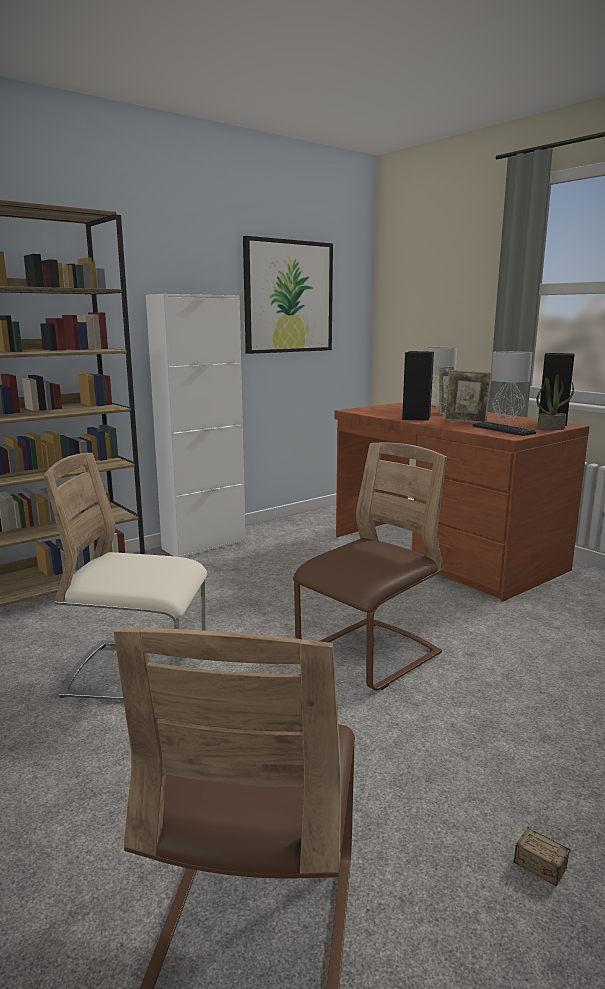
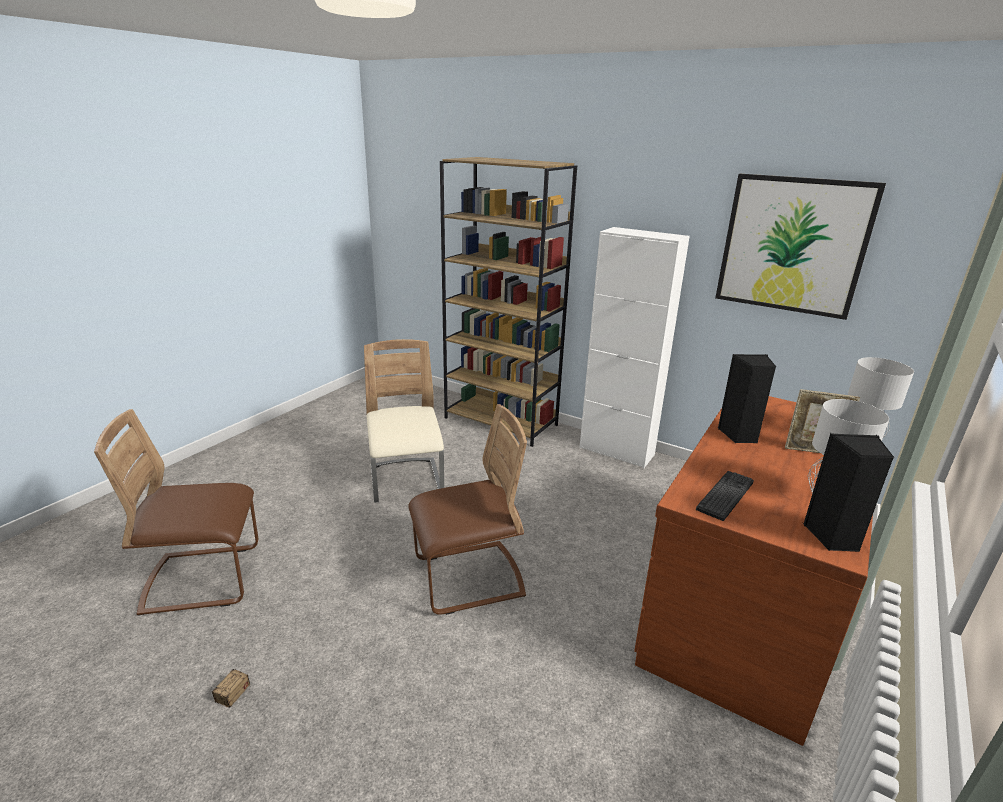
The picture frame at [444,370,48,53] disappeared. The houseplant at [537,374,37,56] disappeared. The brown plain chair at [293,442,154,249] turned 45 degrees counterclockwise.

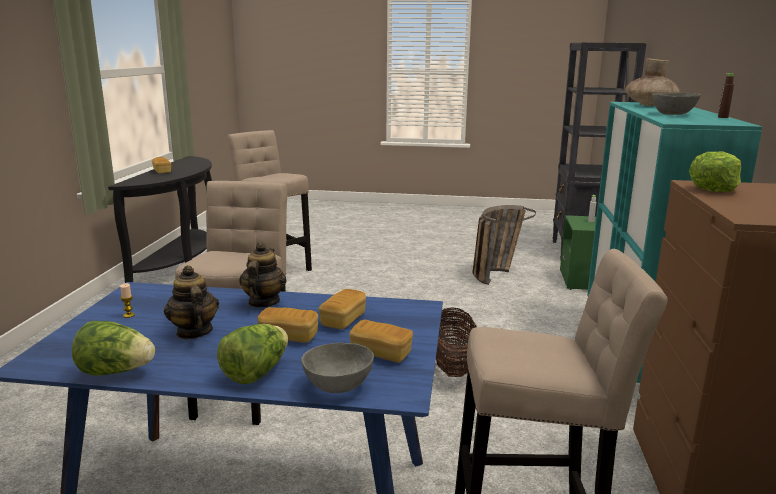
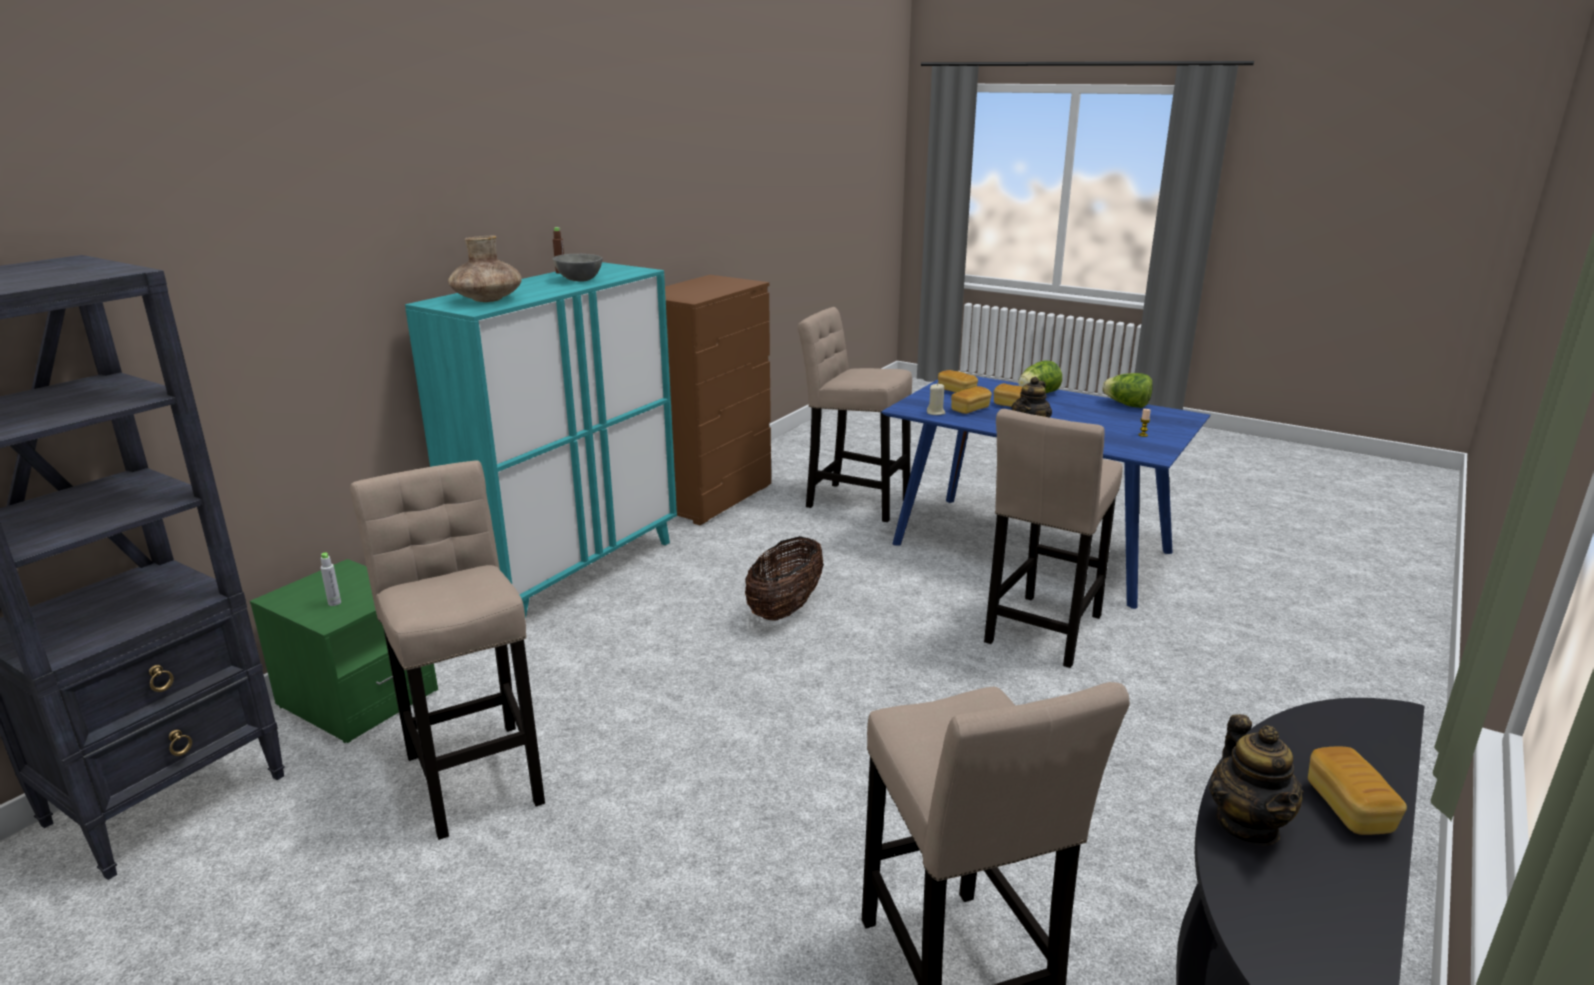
The grey bowl at [301,343,73,50] disappeared. The lettuce at [689,152,52,40] disappeared. The sand-coloured candle at [927,383,19,32] appeared. The teapot moved from [164,265,55,74] to [1209,714,94,132]. The storage basket at [472,205,64,80] was replaced by the sand-coloured sitting stool at [350,460,195,380].

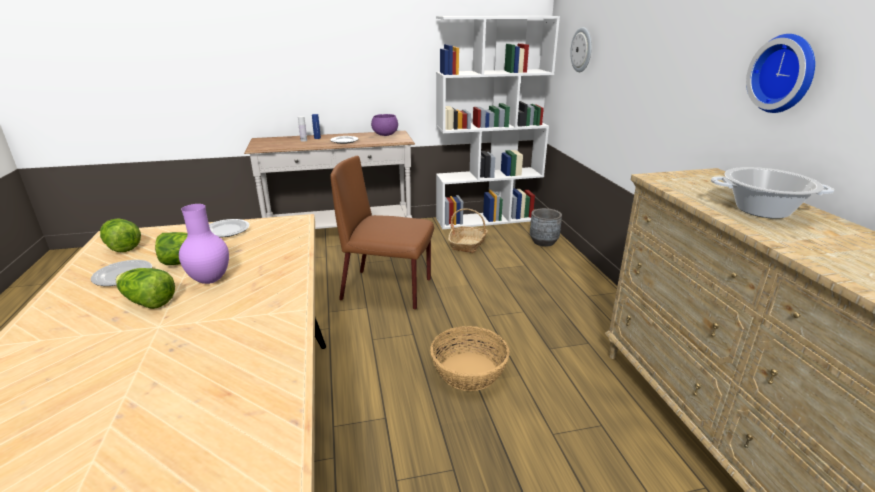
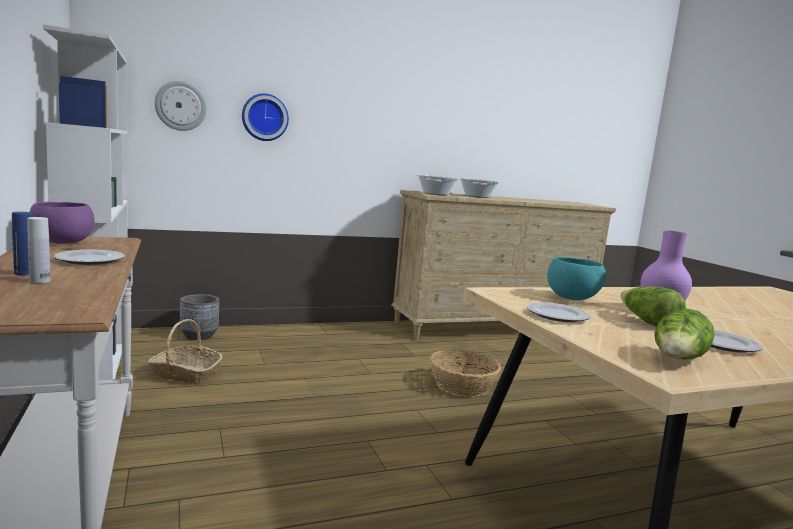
The lettuce at [116,268,59,41] disappeared. The brown plain chair at [330,156,104,154] disappeared. The saucepot at [416,174,43,21] appeared. The blue-green bowl at [547,257,59,43] appeared. The clock on the wall moved from [746,34,69,79] to [242,93,47,48].

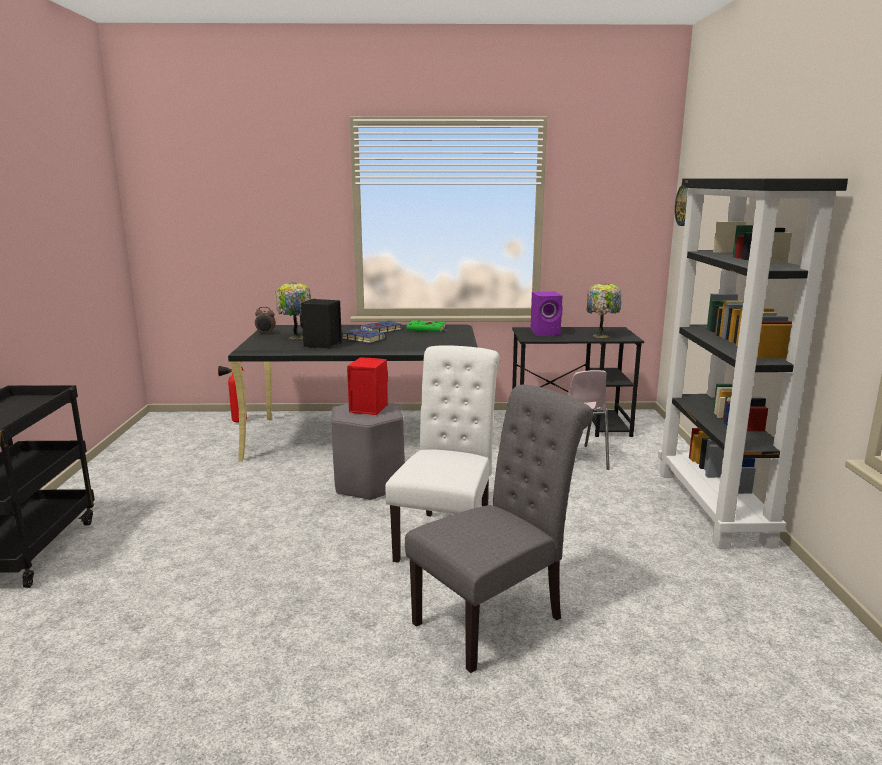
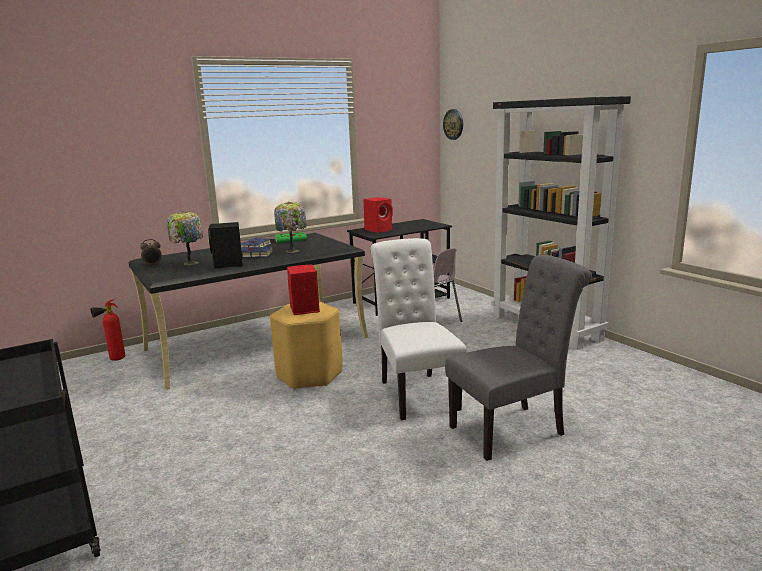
The tabletop lamp moved from [586,282,35,56] to [274,202,33,51]. The grey sitting stool at [331,403,74,97] became the yellow sitting stool at [270,302,72,87]. The purplish speaker at [530,291,33,45] became the red speaker at [363,197,30,36]. The grey plain chair at [405,385,188,288] turned 45 degrees clockwise.

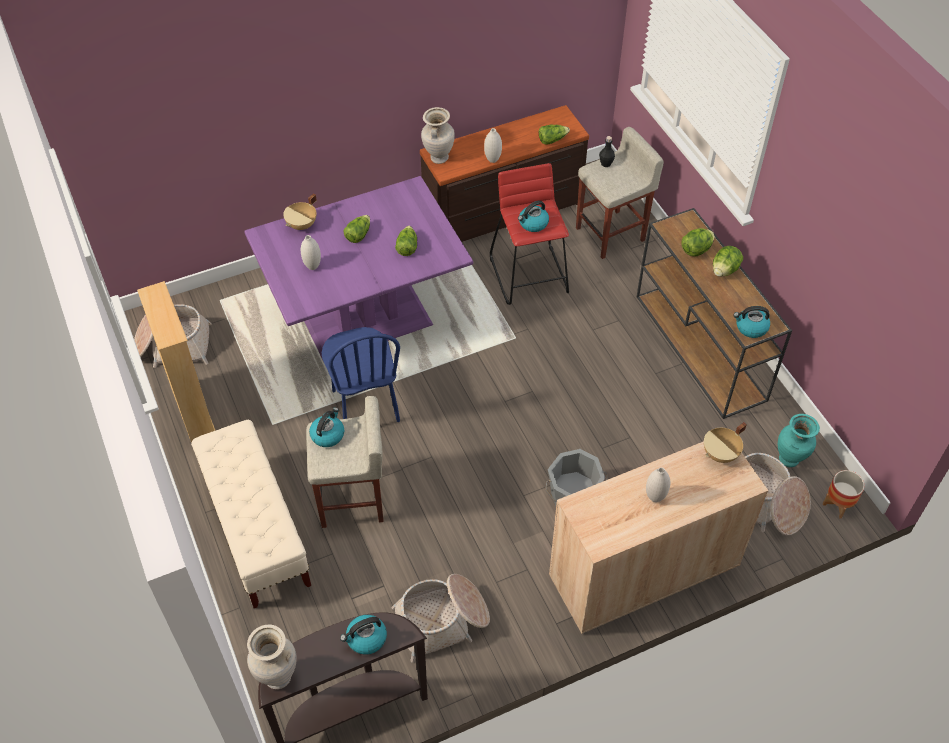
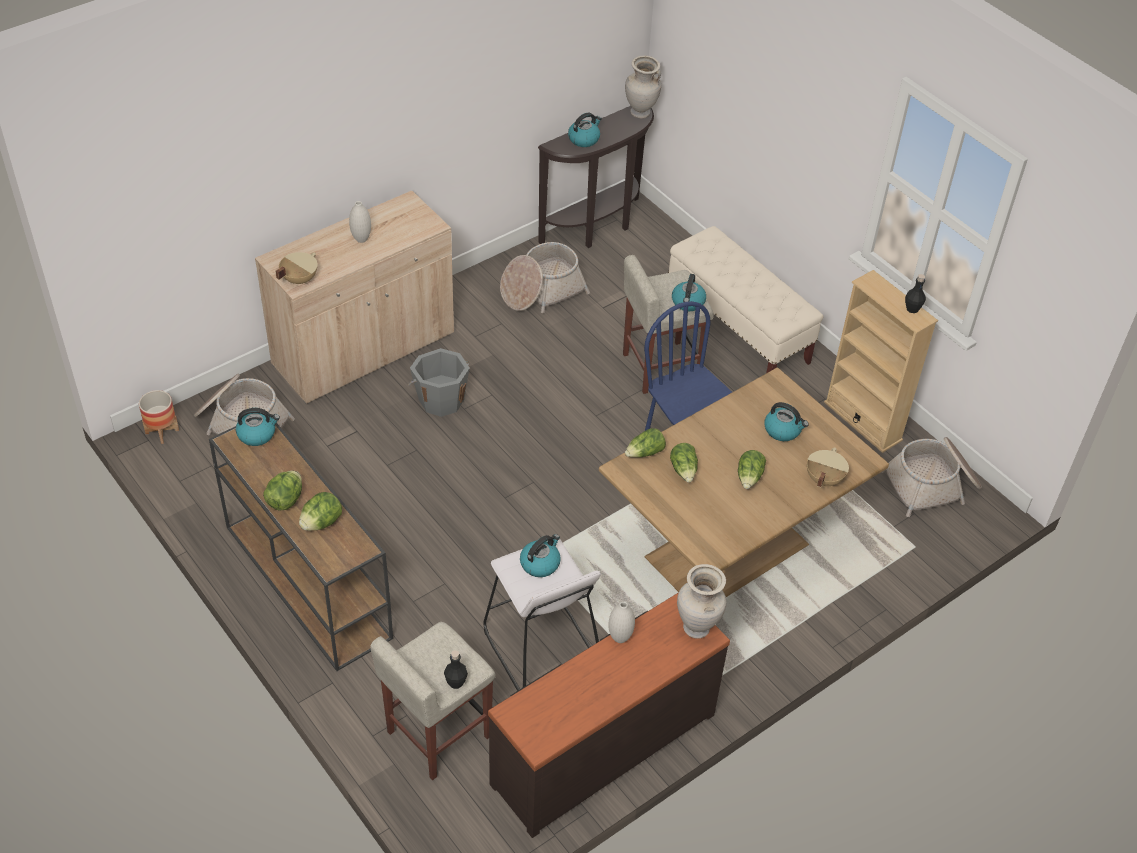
The blue-green vase at [778,414,42,53] disappeared. The blackish beverage bottle at [905,274,21,39] appeared. The lettuce moved from [539,125,31,20] to [625,428,41,29]. The whitish vase at [301,235,20,35] was replaced by the water kettle at [764,402,45,39]. The purplish dining table at [244,176,229,184] became the brown dining table at [599,368,290,229]. The red sitting stool at [490,163,79,142] became the whitish sitting stool at [483,539,118,152].

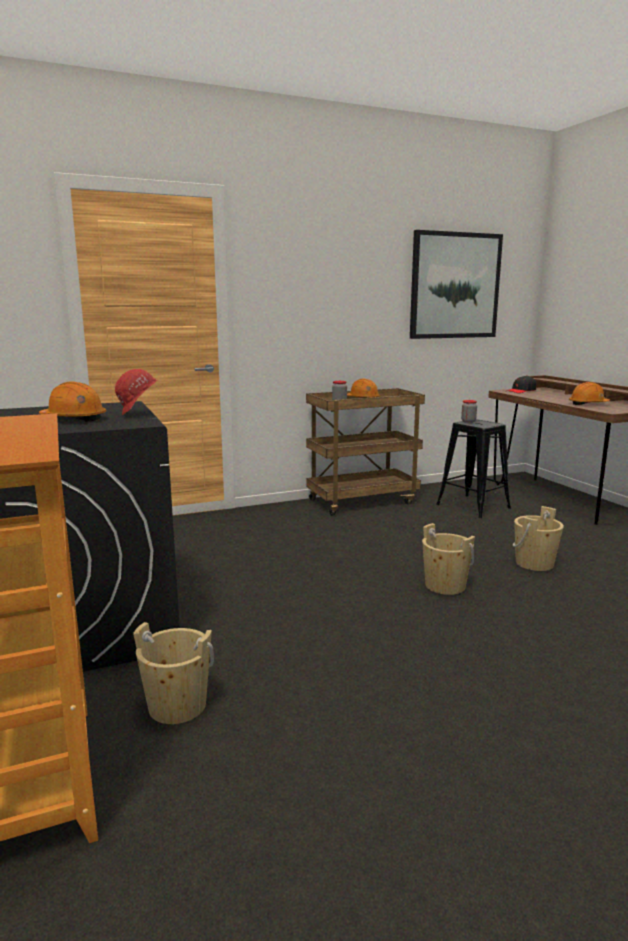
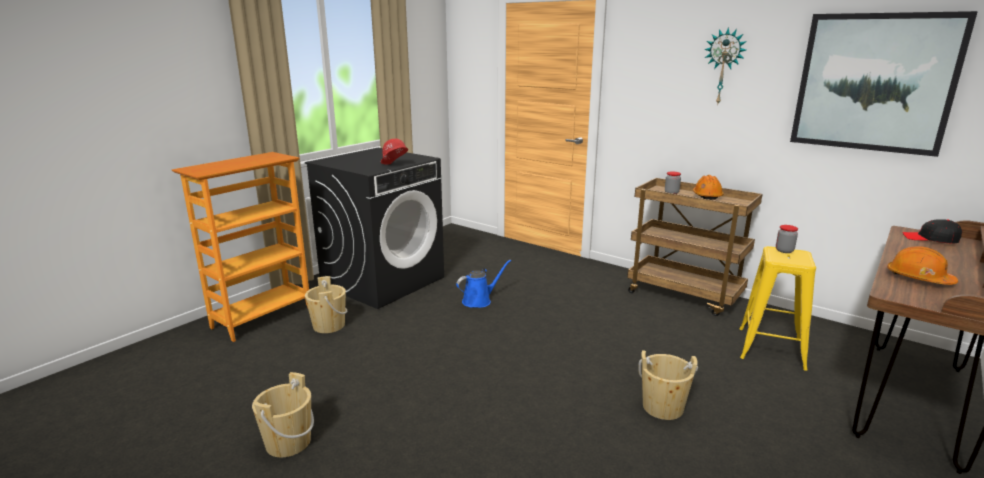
The orange safety helmet at [39,381,67,41] disappeared. The blue watering pot at [456,260,55,48] appeared. The clock on the wall at [704,27,43,76] appeared. The sand-coloured bucket moved from [422,523,53,72] to [252,372,62,85]. The blackish sitting stool at [436,419,75,99] became the yellow sitting stool at [739,246,77,125].

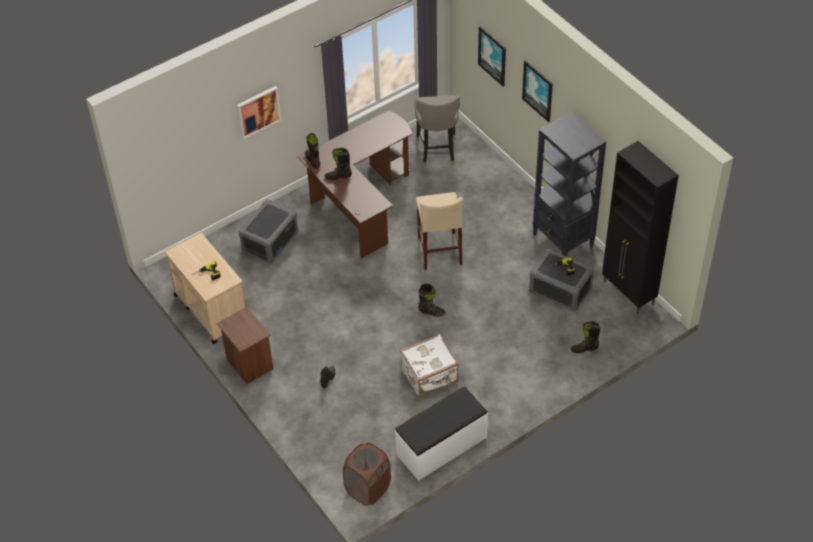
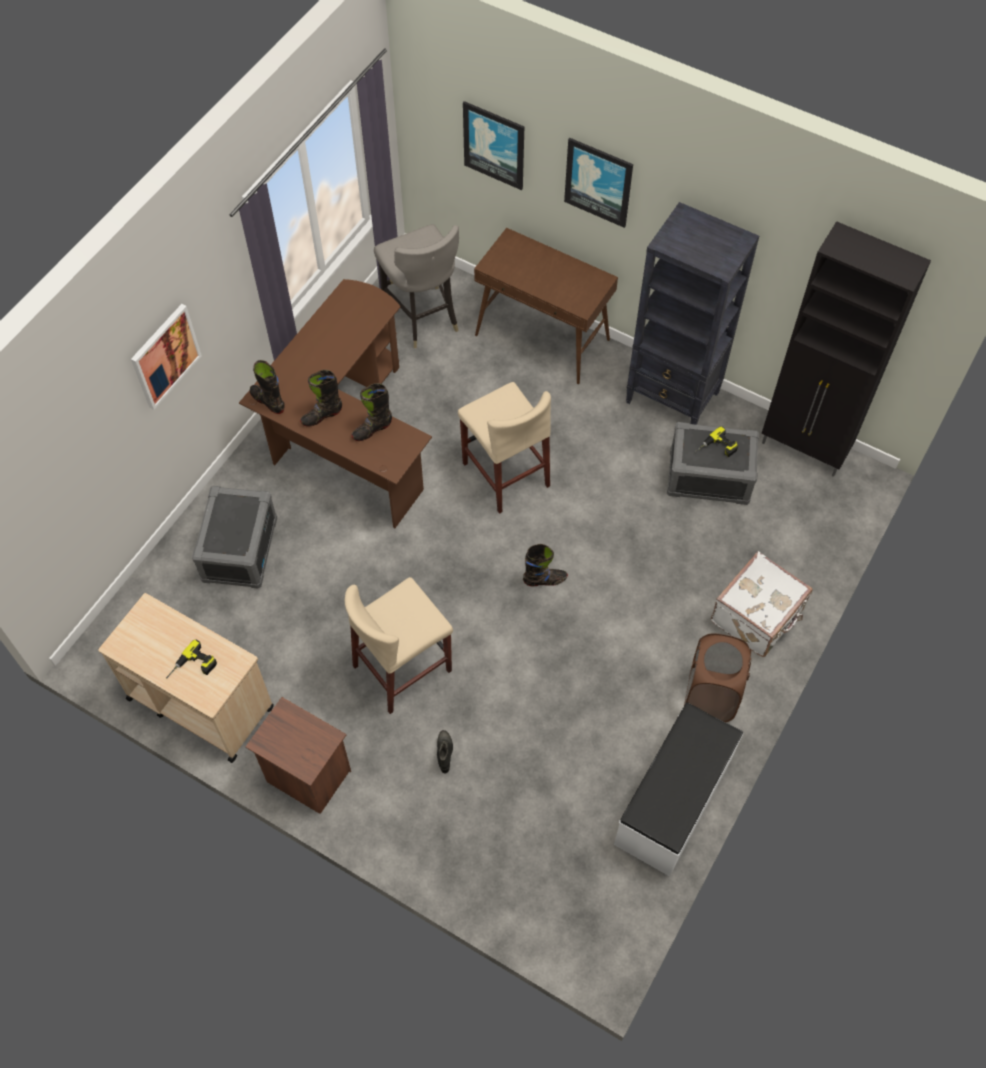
The sand-coloured sitting stool at [345,577,108,137] appeared. The brown narrow table at [474,228,144,156] appeared. The brown laundry basket moved from [343,443,48,63] to [684,633,67,89]. The whitish suitcase moved from [400,334,59,63] to [711,551,102,106]. The blackish boot moved from [571,321,29,32] to [351,383,41,58].

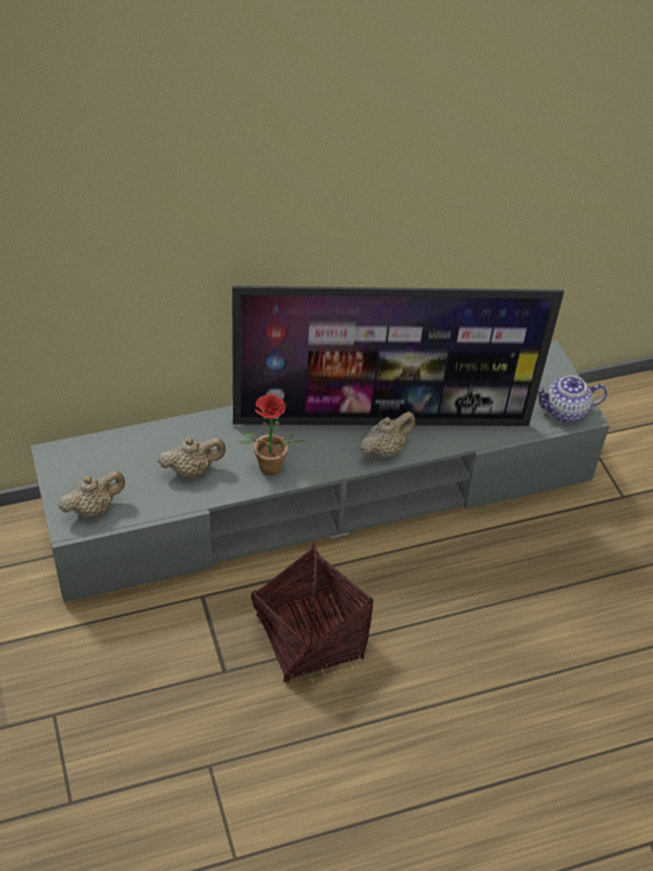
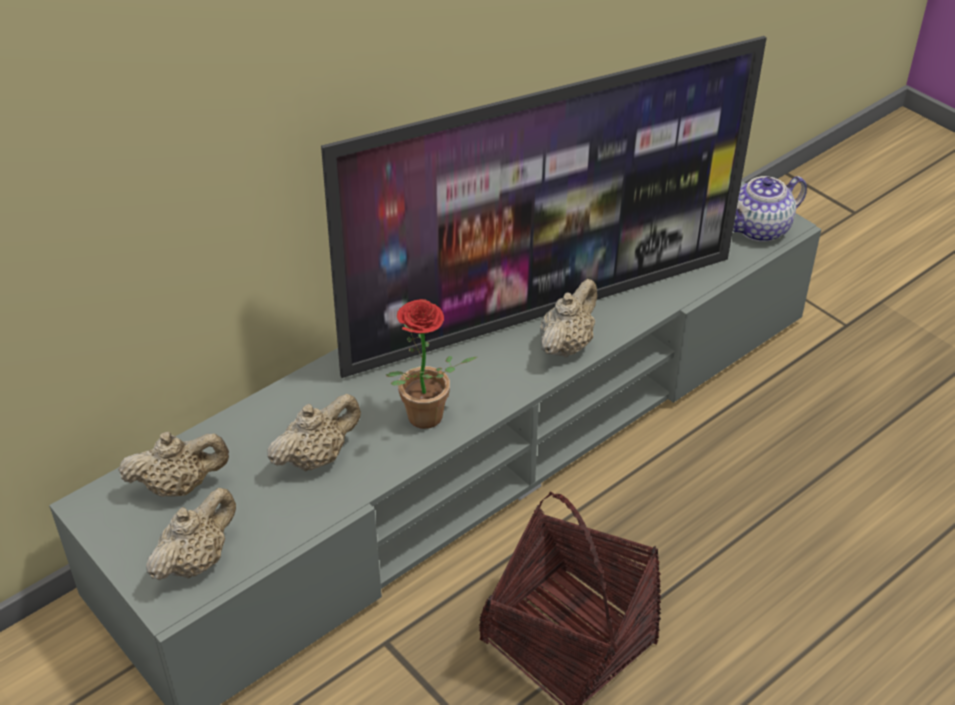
The sand-coloured teapot at [118,431,111,66] appeared.

